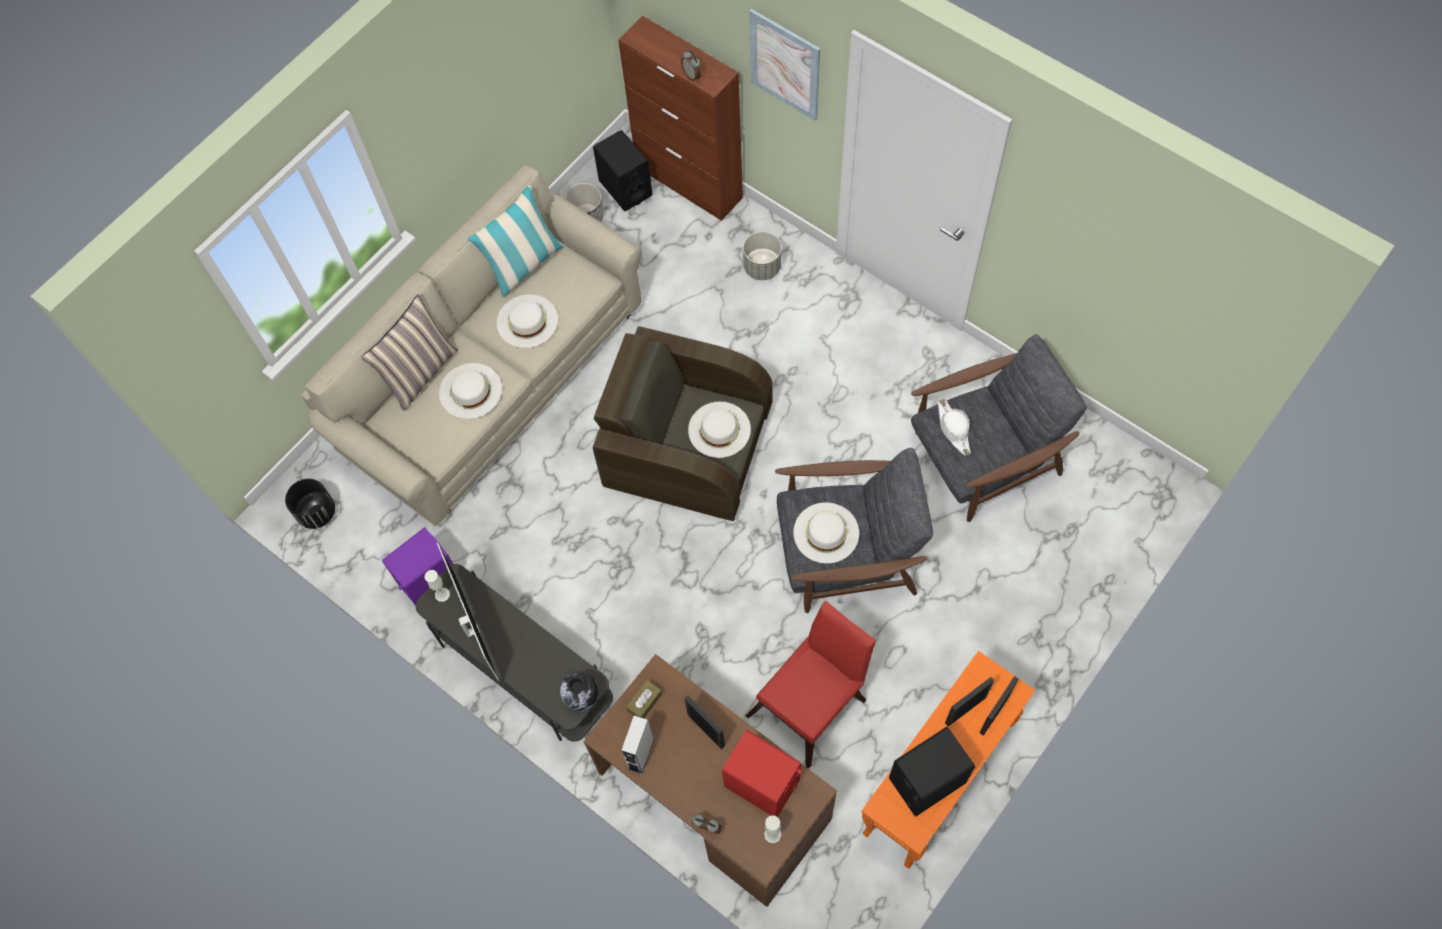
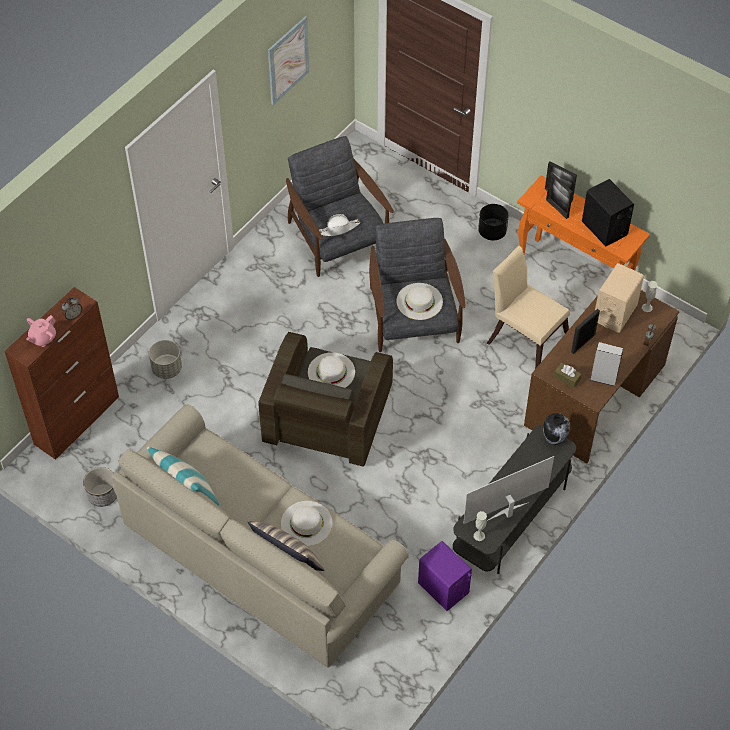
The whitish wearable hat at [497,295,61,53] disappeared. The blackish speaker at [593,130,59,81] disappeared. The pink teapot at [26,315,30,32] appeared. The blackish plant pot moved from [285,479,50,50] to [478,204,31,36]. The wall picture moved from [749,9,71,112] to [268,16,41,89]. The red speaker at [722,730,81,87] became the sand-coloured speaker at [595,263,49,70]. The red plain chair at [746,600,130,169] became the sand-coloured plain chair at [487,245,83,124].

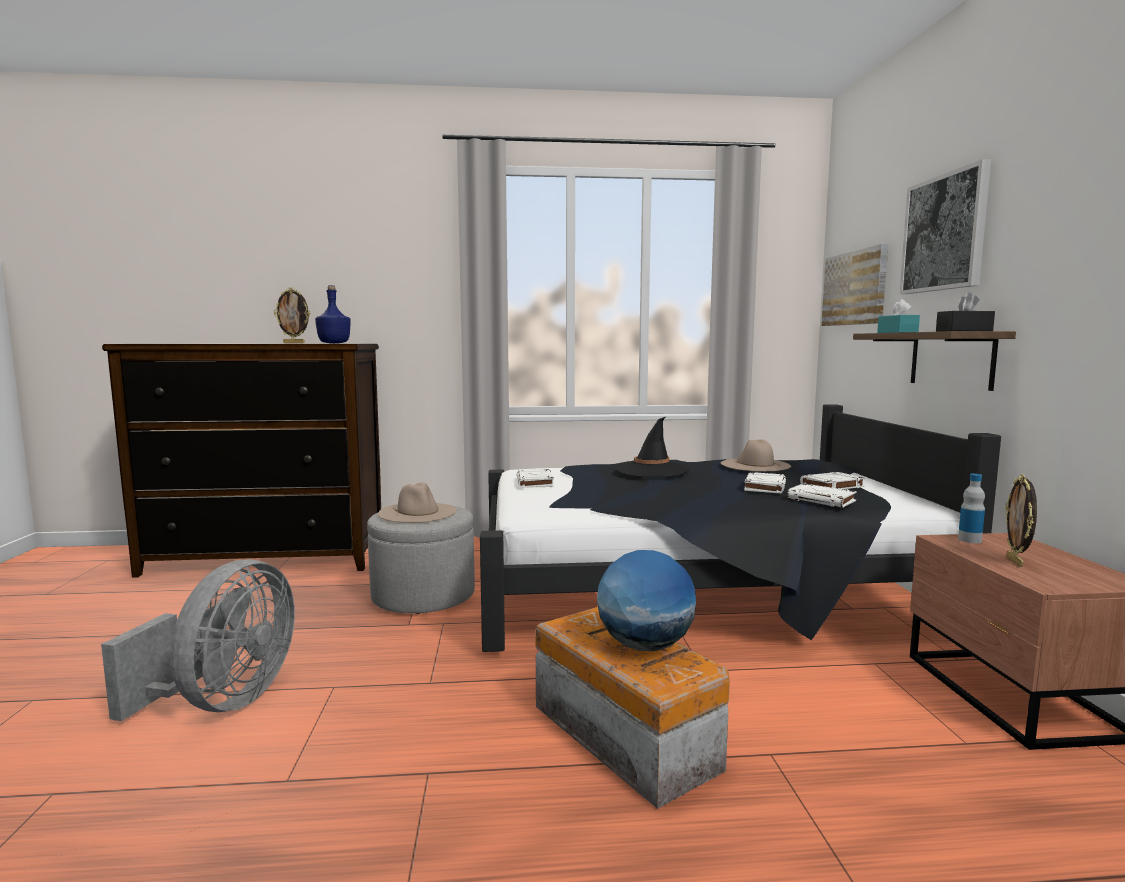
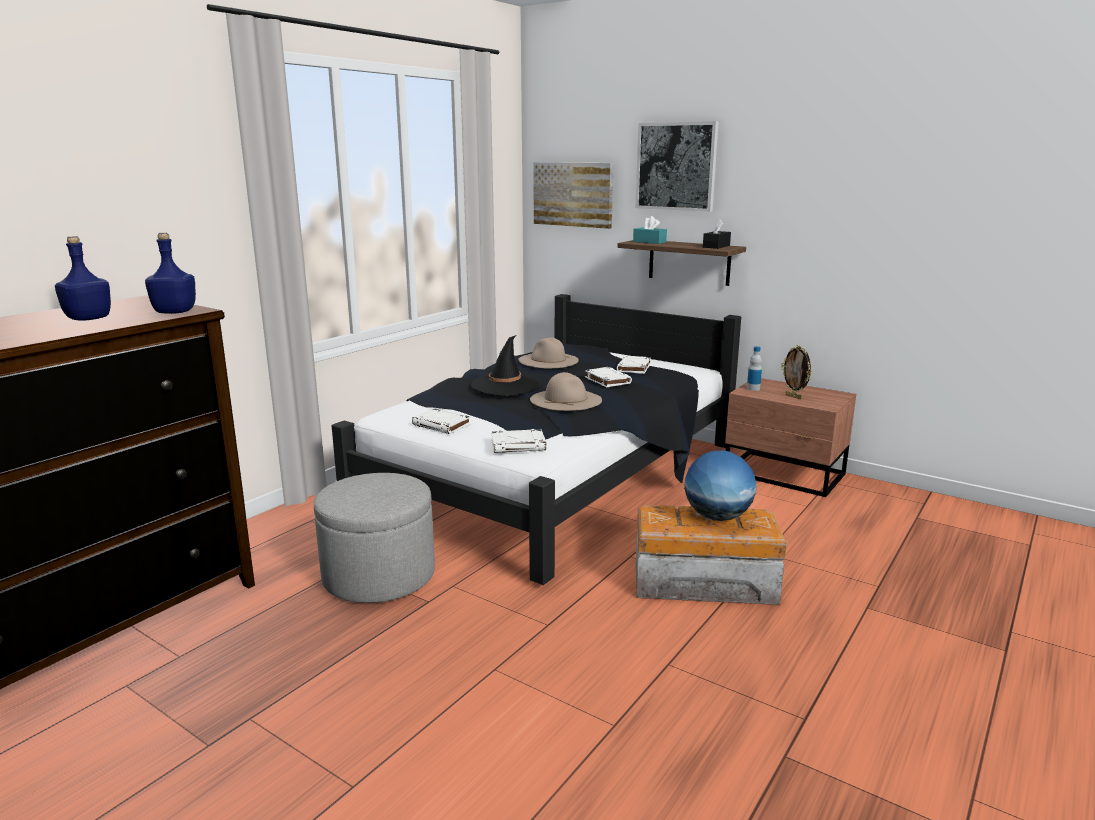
The grey cooling fan at [101,559,194,162] disappeared. The sand-coloured wearable hat moved from [378,482,79,41] to [530,372,72,39]. The whitish volume moved from [787,483,70,25] to [491,429,55,24]. The picture frame at [274,287,36,56] was replaced by the blue beverage bottle at [55,236,56,85].

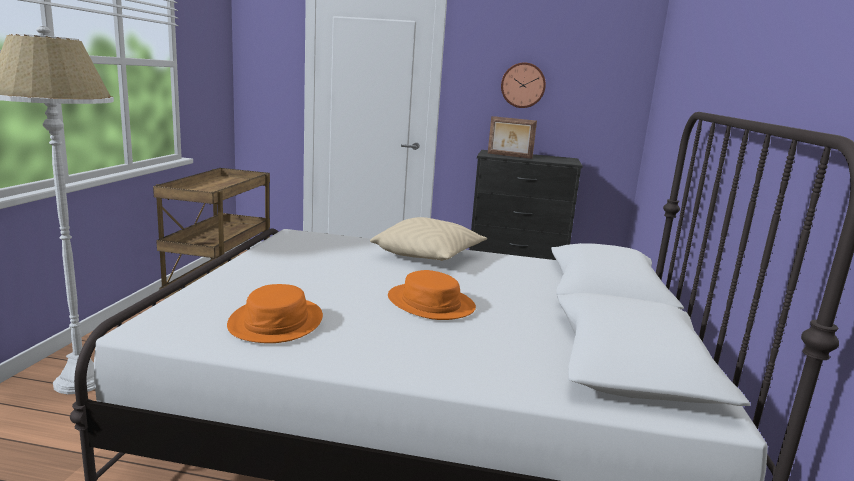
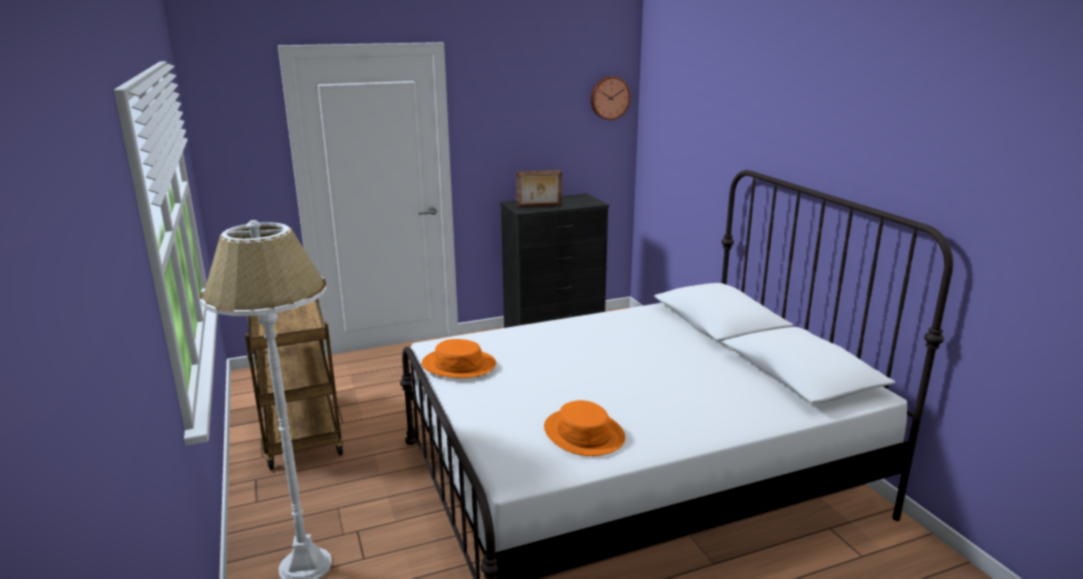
The sand-coloured pillow at [370,217,117,44] disappeared. The orange wearable hat moved from [388,270,88,50] to [422,339,74,39]. The clock on the wall moved from [501,62,45,46] to [591,76,40,44].

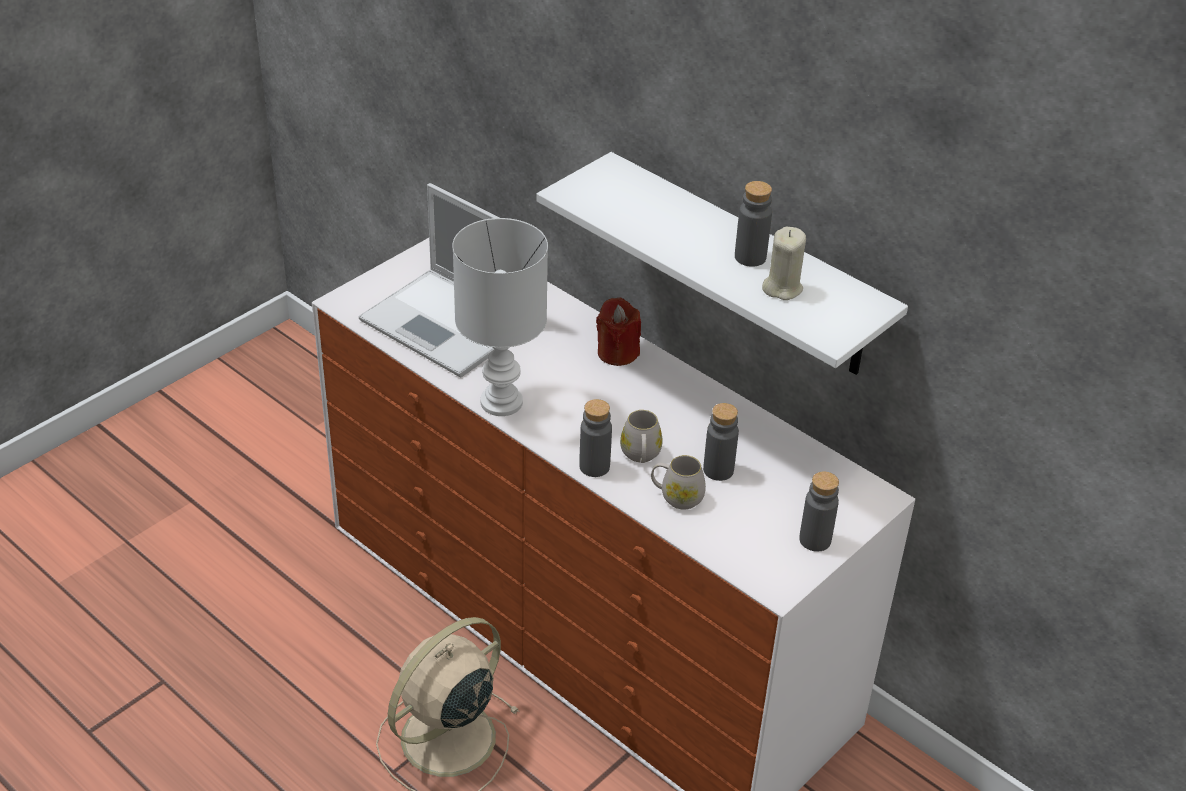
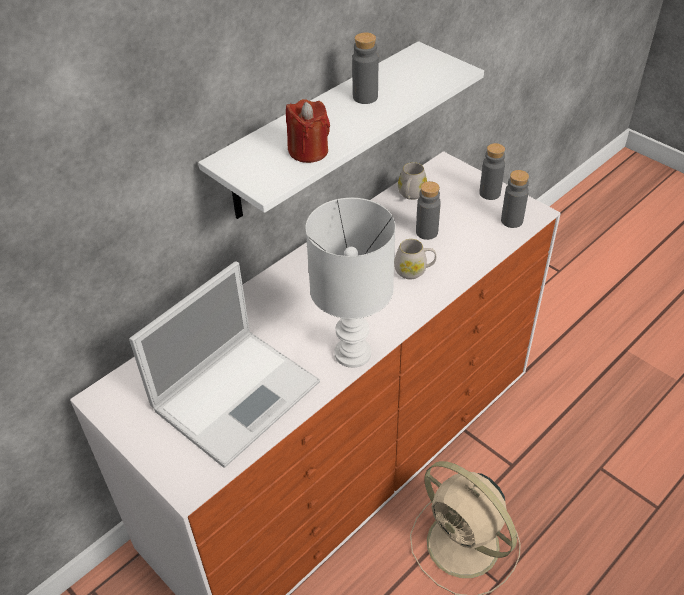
The sand-coloured candle at [762,227,44,73] disappeared. The grey beverage bottle moved from [579,399,33,78] to [501,170,28,58]. The red candle moved from [596,298,45,68] to [286,99,44,64]. The whitish tea mug moved from [651,455,55,54] to [398,162,29,38].

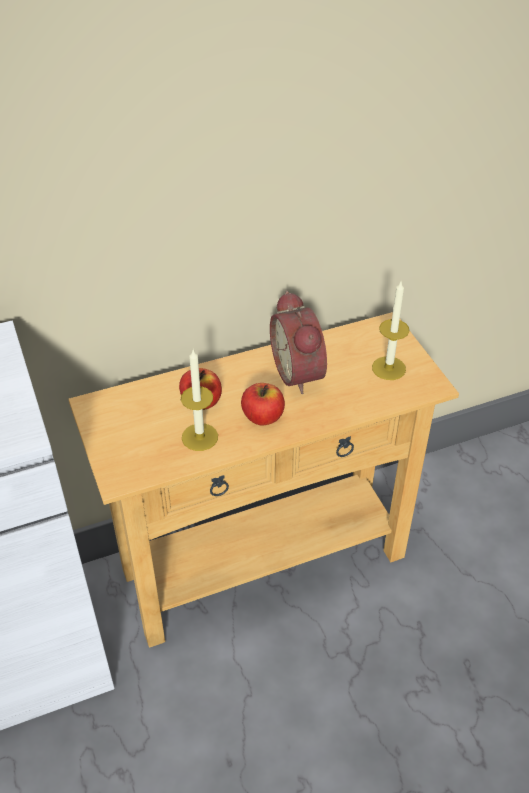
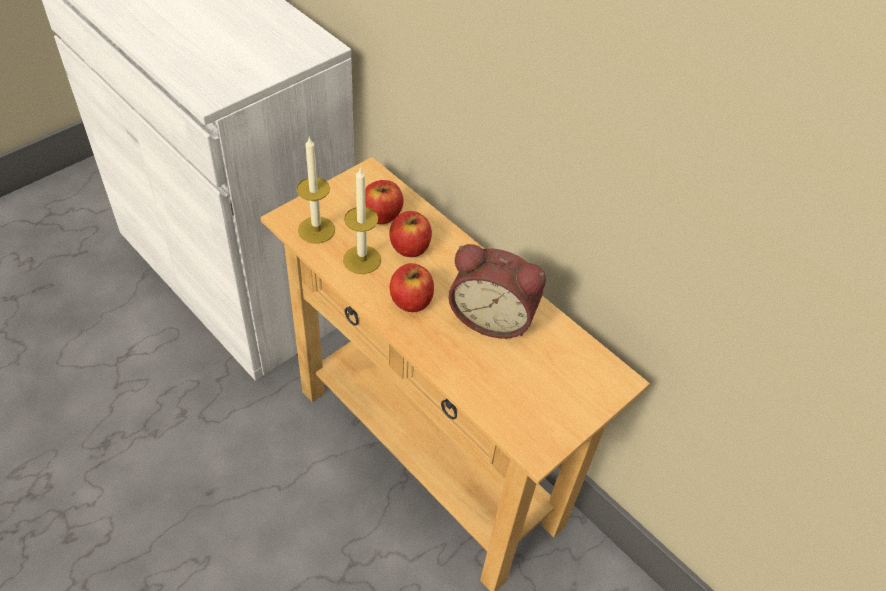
The apple at [365,180,38,44] appeared. The candle moved from [372,280,37,100] to [297,136,38,108]. The table clock at [270,291,57,103] turned 120 degrees counterclockwise.

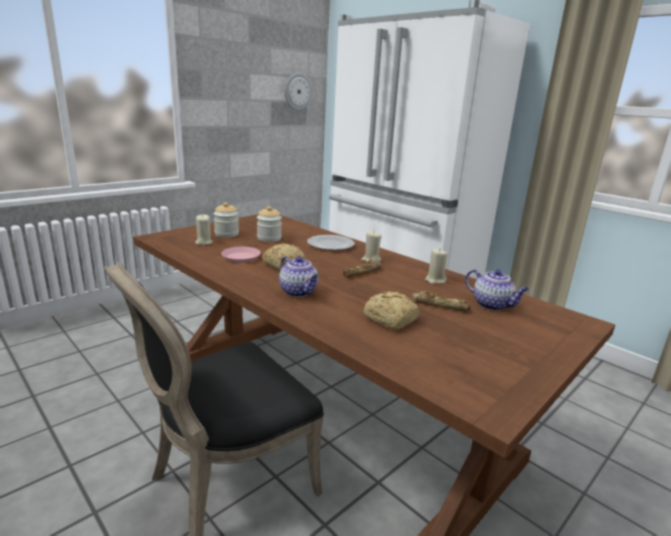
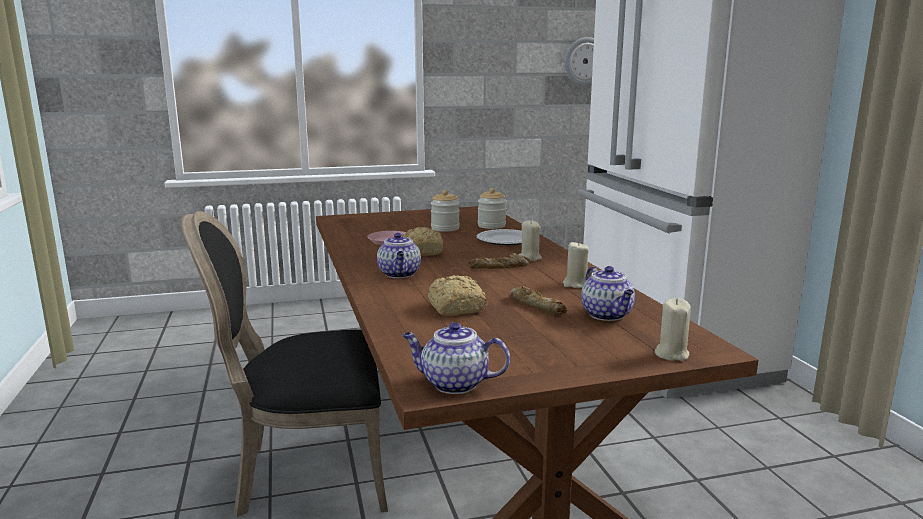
The teapot at [402,322,108,72] appeared. The sand-coloured candle moved from [195,214,18,31] to [655,298,36,63]. The preserve jar moved from [214,202,25,36] to [478,188,28,41].

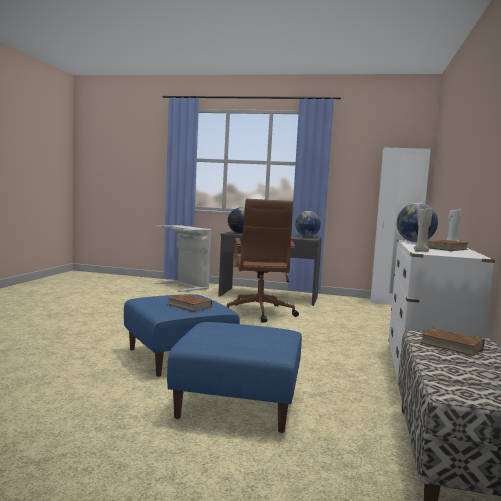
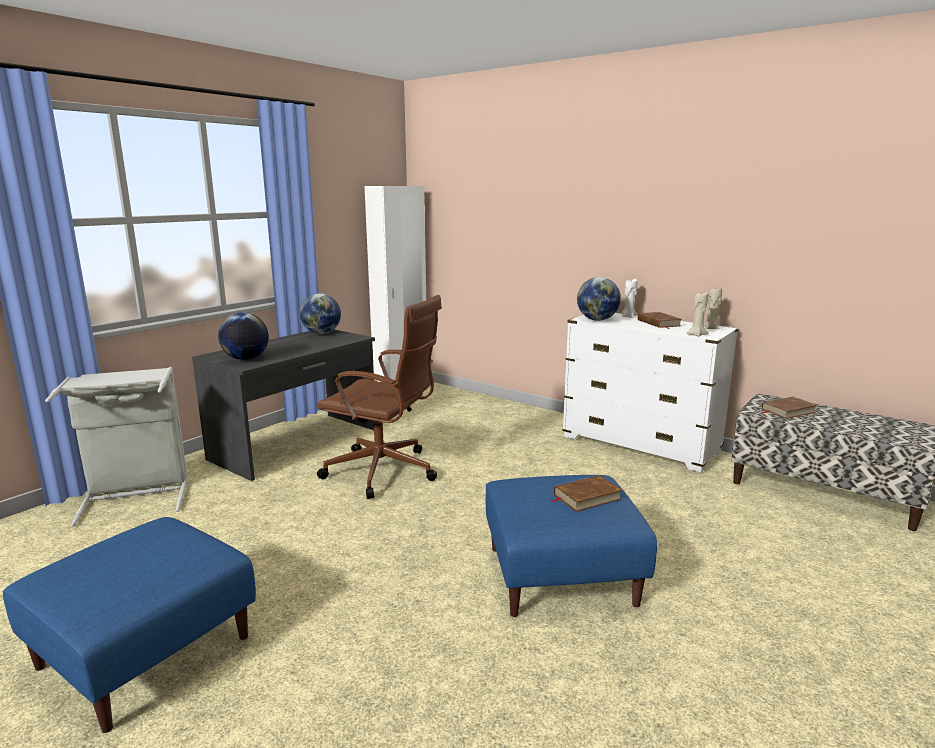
The sand-coloured candle at [703,288,19,41] appeared. The blue pouffe moved from [167,322,135,111] to [3,517,253,216].

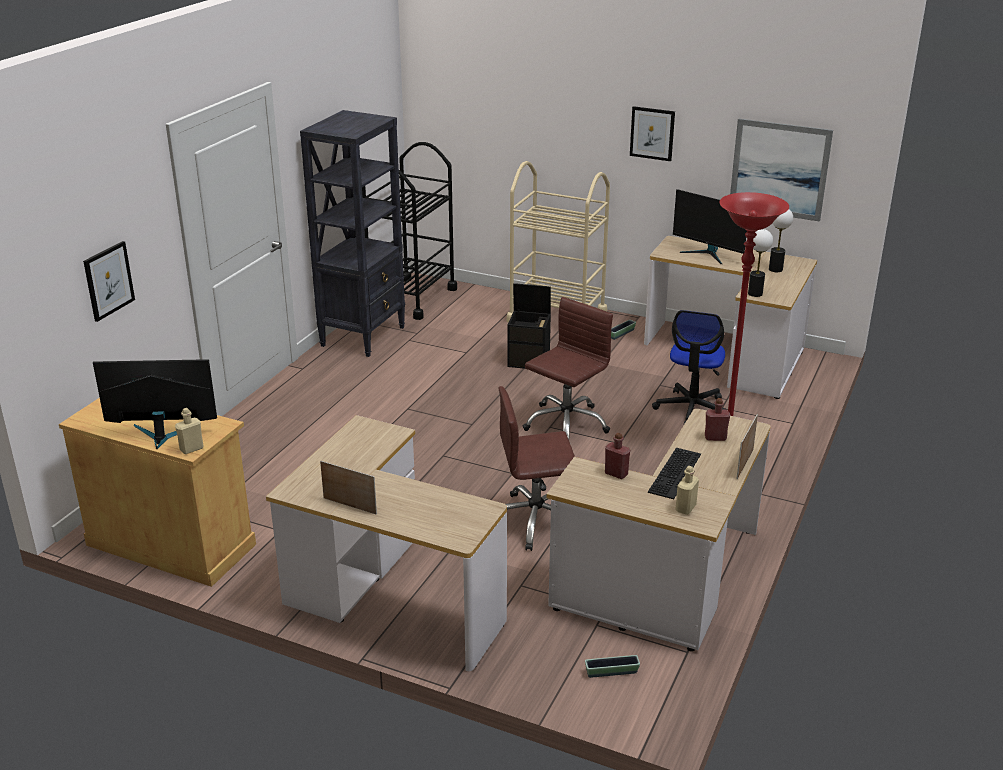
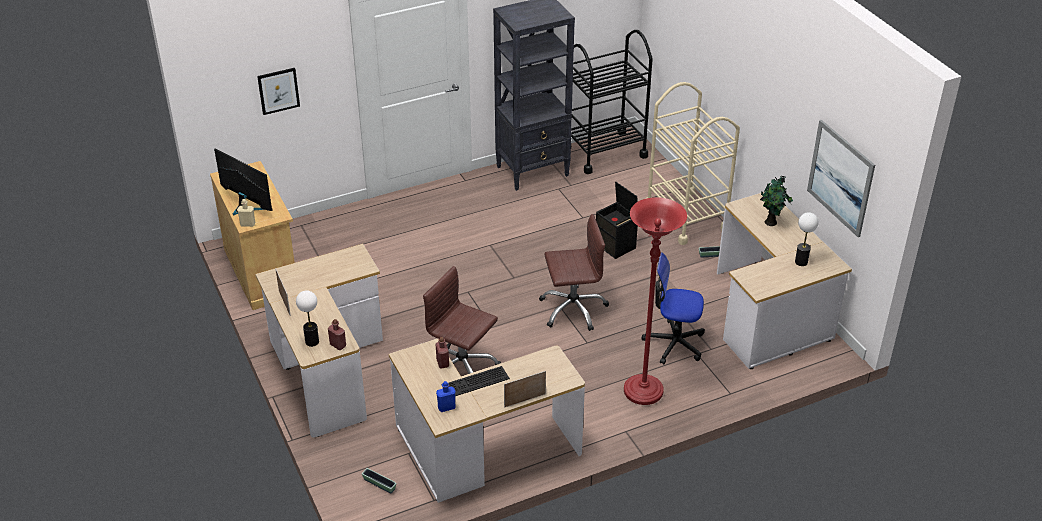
The wall picture at [630,106,45,55] disappeared. The red beverage bottle moved from [705,398,25,43] to [328,319,18,31]. The tabletop lamp moved from [748,229,25,68] to [296,290,23,57]. The computer display at [673,189,74,75] was replaced by the houseplant at [760,176,33,50]. The sand-coloured beverage bottle at [675,466,24,49] became the blue beverage bottle at [436,381,20,31]. The computer chair at [652,310,75,114] turned 45 degrees clockwise.

